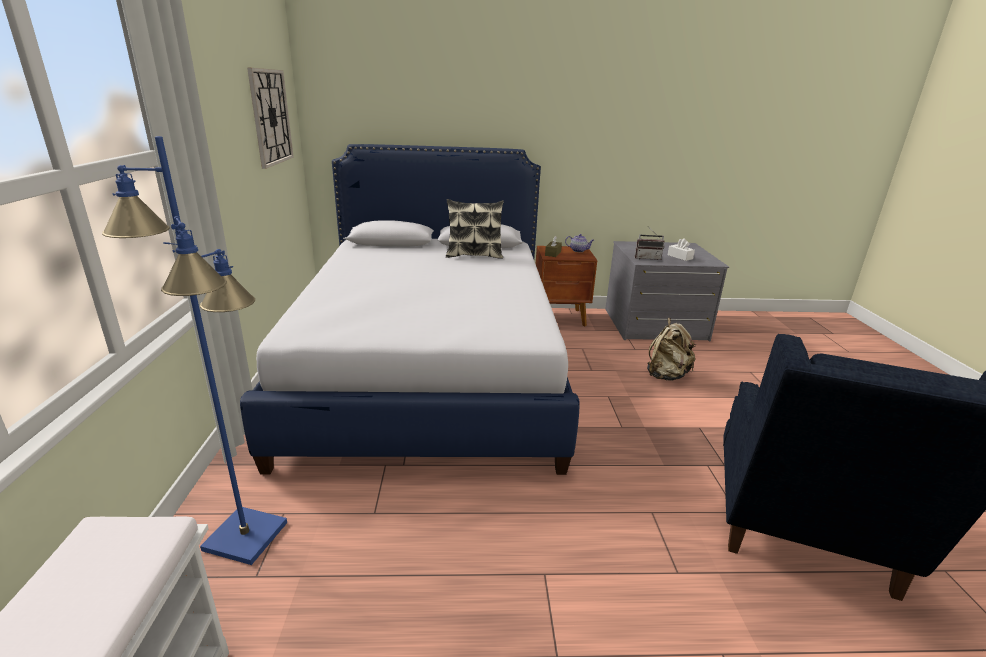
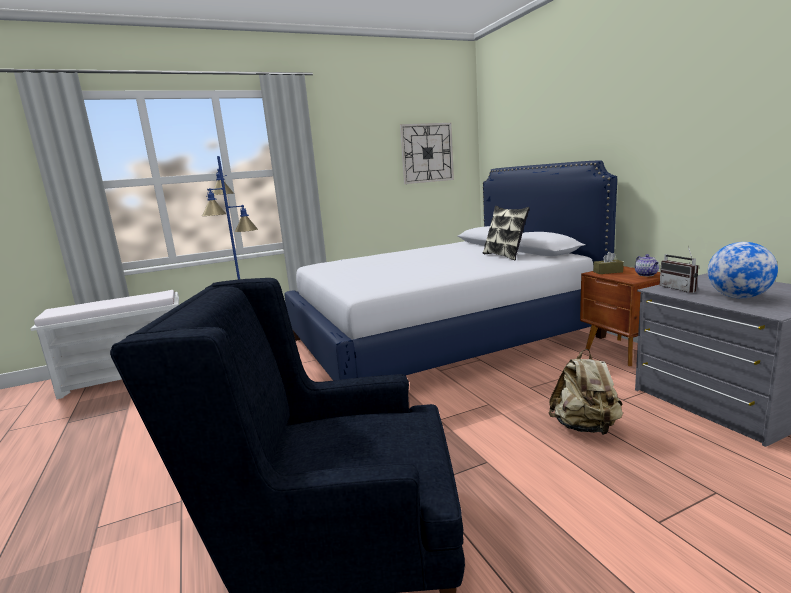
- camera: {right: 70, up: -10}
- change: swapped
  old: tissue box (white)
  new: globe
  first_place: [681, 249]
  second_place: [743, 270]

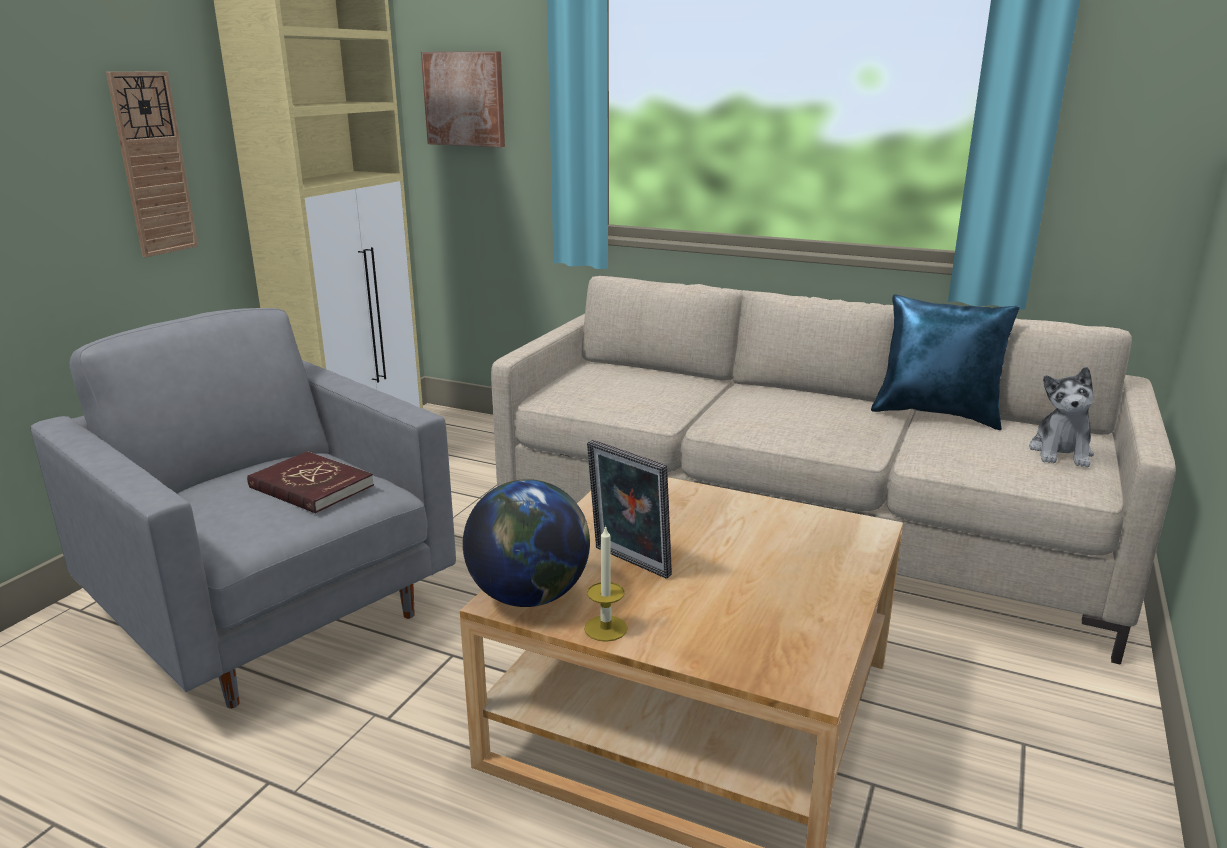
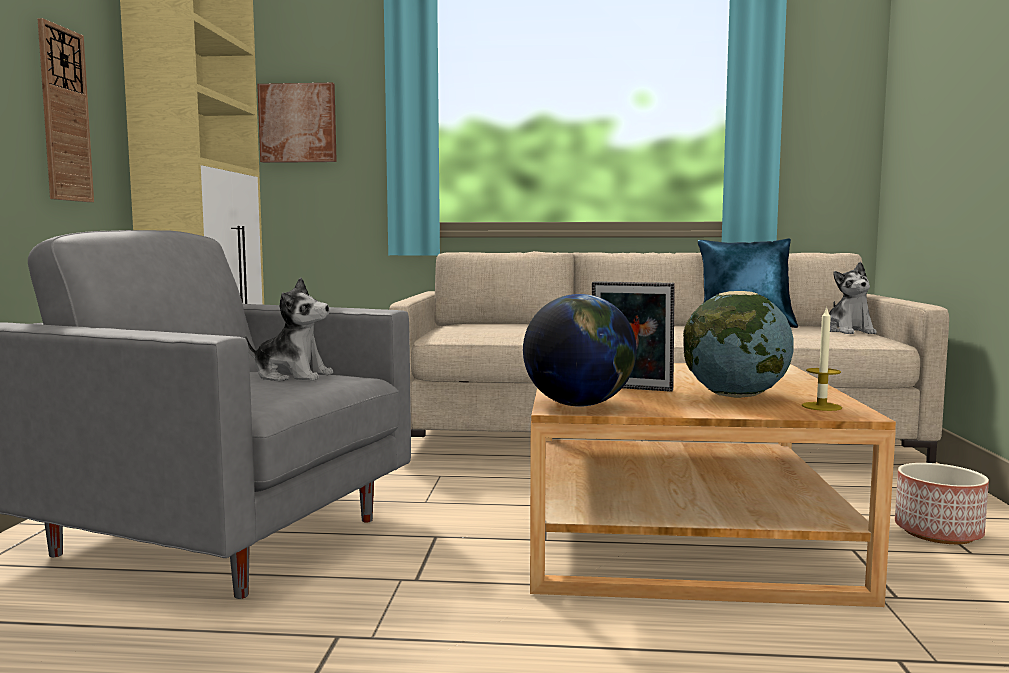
- camera: {right: -20, up: -15}
- change: swapped
  old: book (red)
  new: plush toy
  first_place: [310, 482]
  second_place: [289, 329]
- change: new
  new: globe
  second_place: [738, 344]
- change: shifted
  old: candle
  first_place: [606, 583]
  second_place: [822, 358]
- change: new
  new: planter
  second_place: [942, 503]

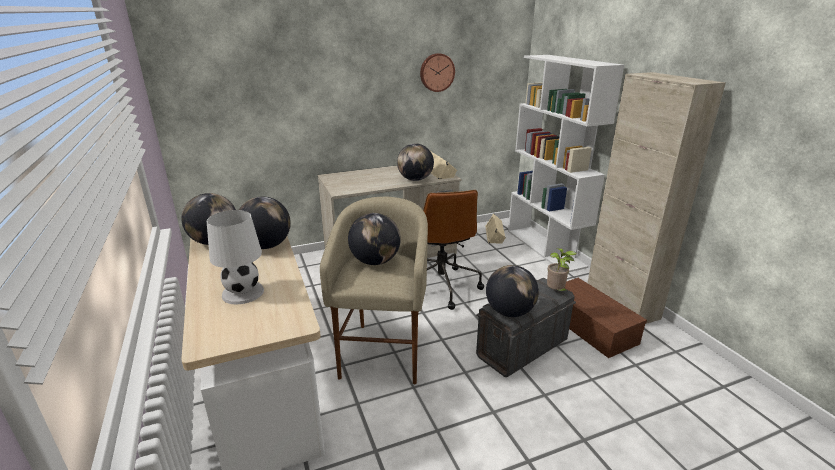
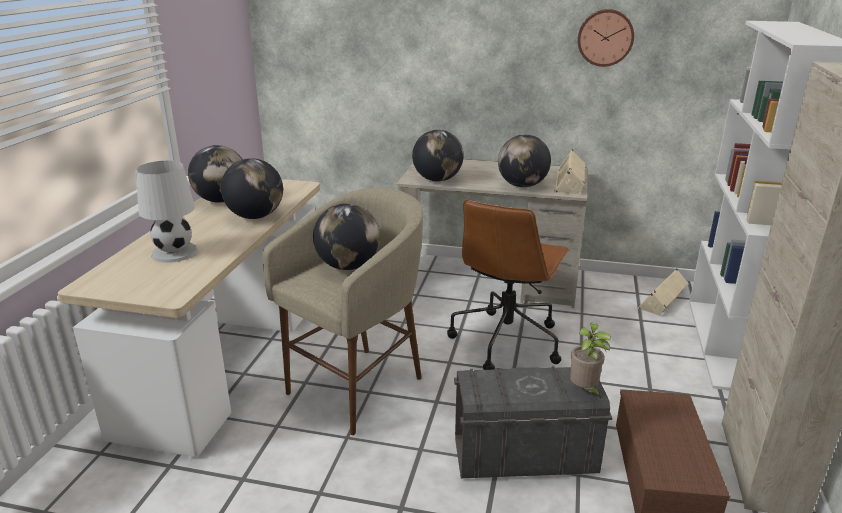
- camera: {right: 35, up: 0}
- change: shifted
  old: globe
  first_place: [512, 291]
  second_place: [438, 156]

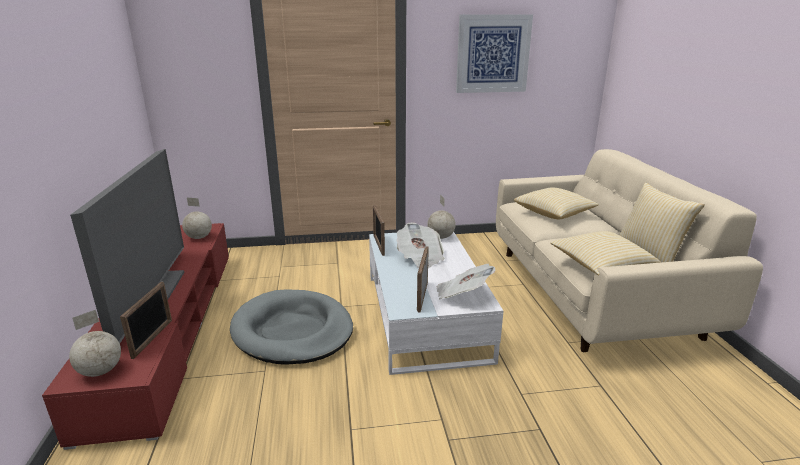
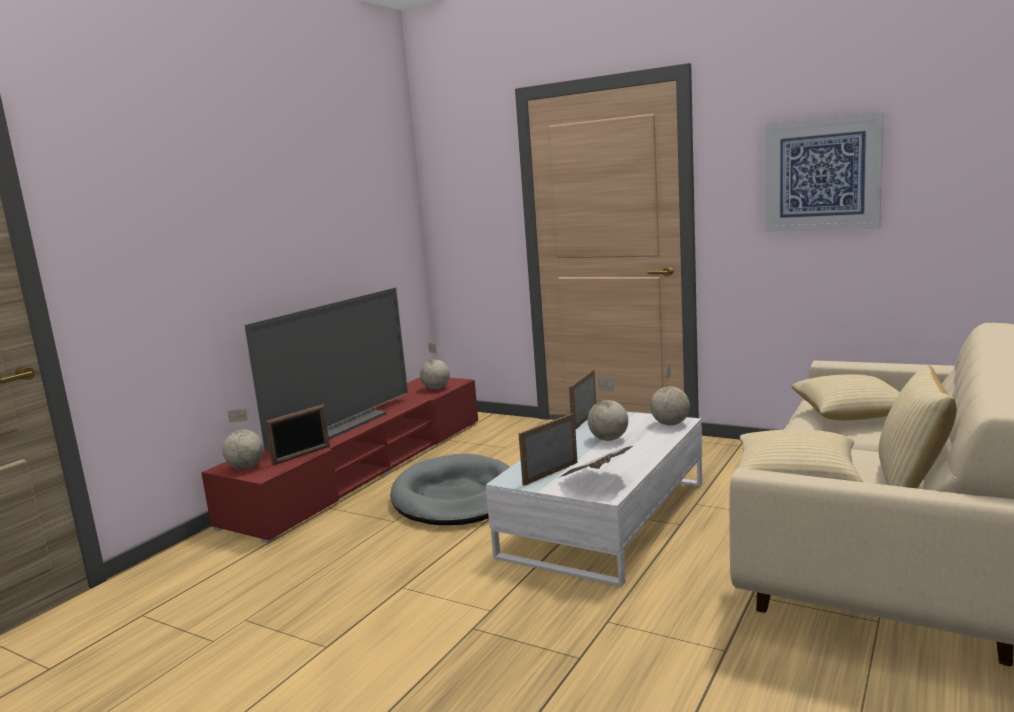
- camera: {right: 40, up: -10}
- change: swapped
  old: newspaper
  new: globe
  first_place: [421, 245]
  second_place: [608, 409]

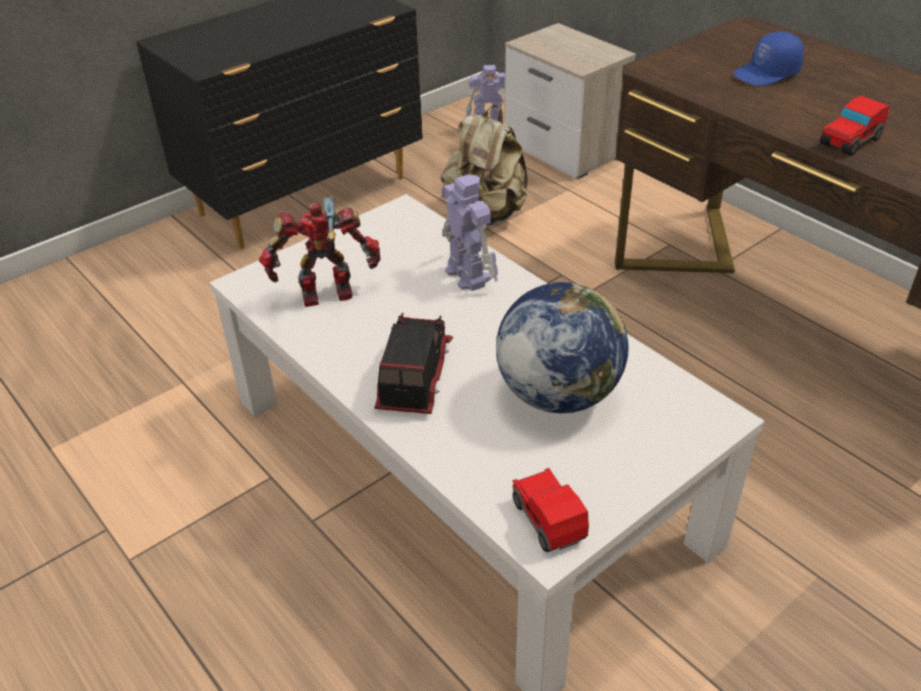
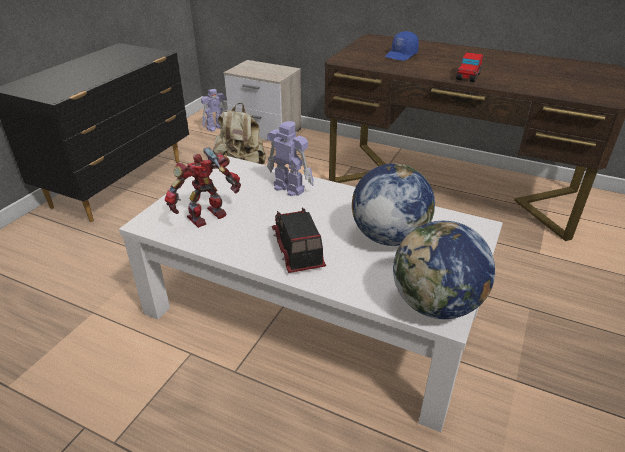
- camera: {right: -25, up: -5}
- change: swapped
  old: toy car
  new: globe
  first_place: [551, 510]
  second_place: [444, 270]

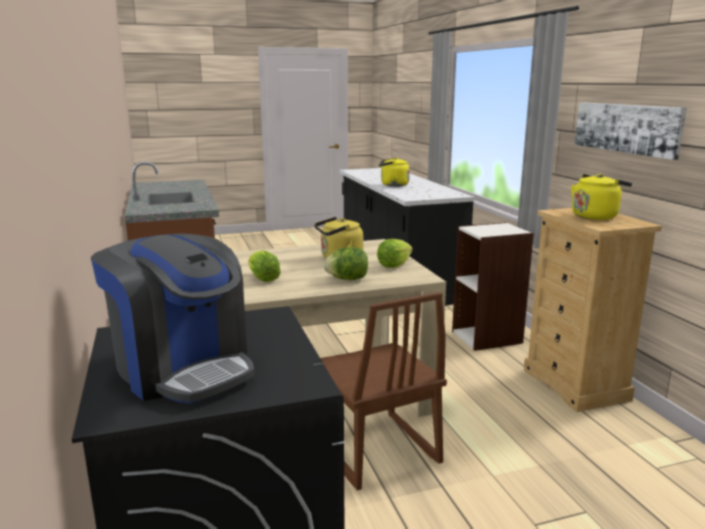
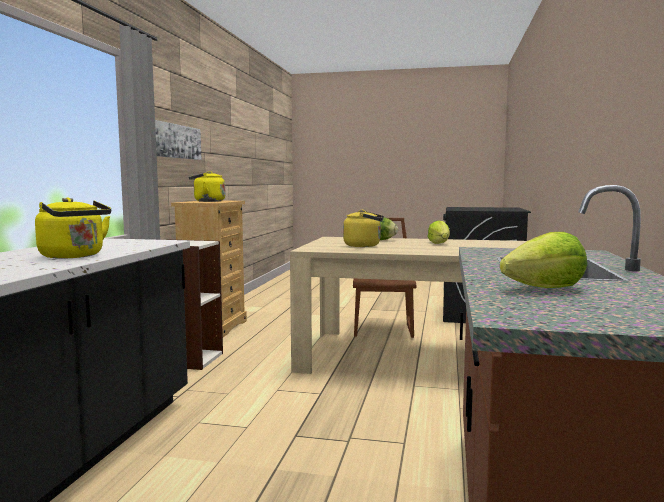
- camera: {right: -150, up: -10}
- change: shifted
  old: lettuce
  first_place: [395, 253]
  second_place: [543, 260]
- change: gone
  old: coffee machine
  first_place: [172, 319]

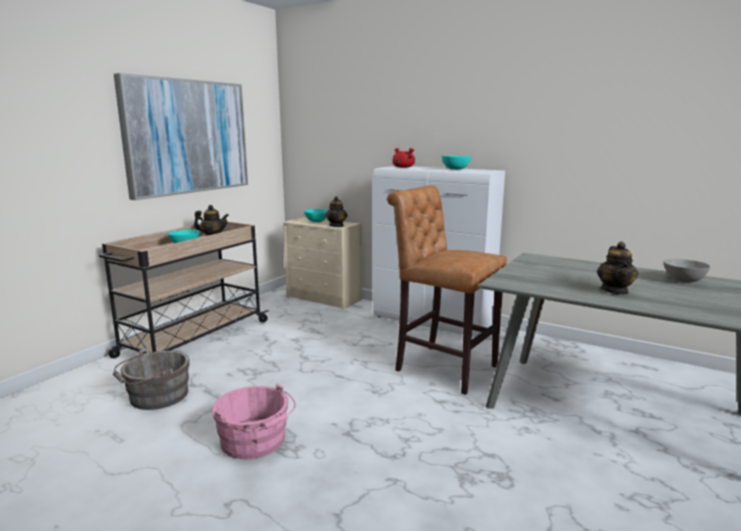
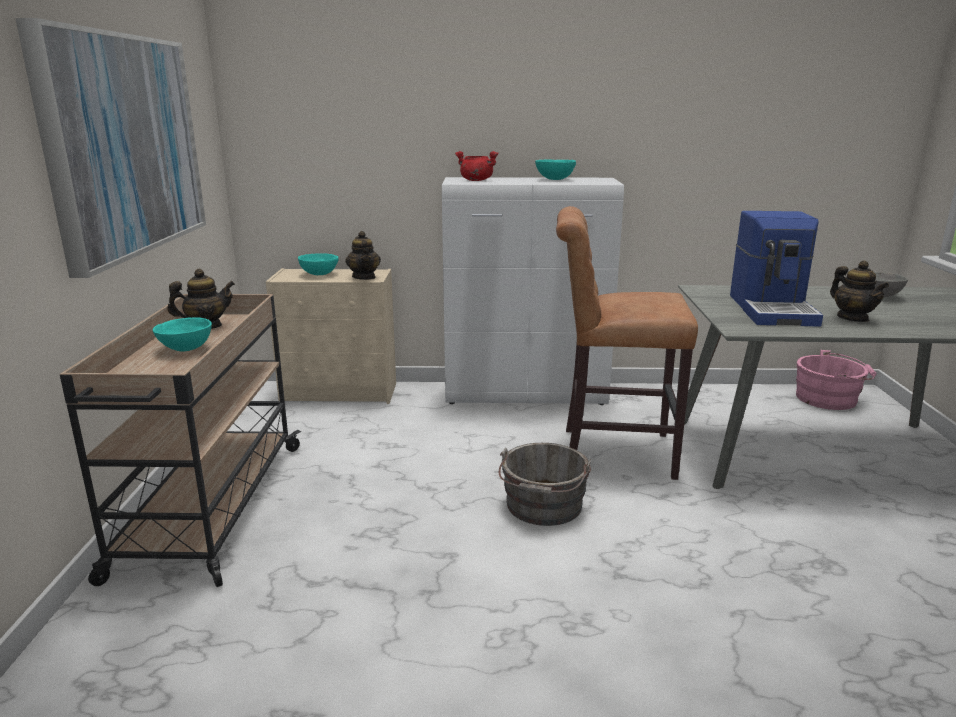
- camera: {right: -30, up: 5}
- change: shifted
  old: bucket (grey)
  first_place: [151, 379]
  second_place: [545, 484]
- change: new
  new: coffee machine
  second_place: [776, 269]
- change: shifted
  old: bucket (pink)
  first_place: [254, 421]
  second_place: [836, 380]

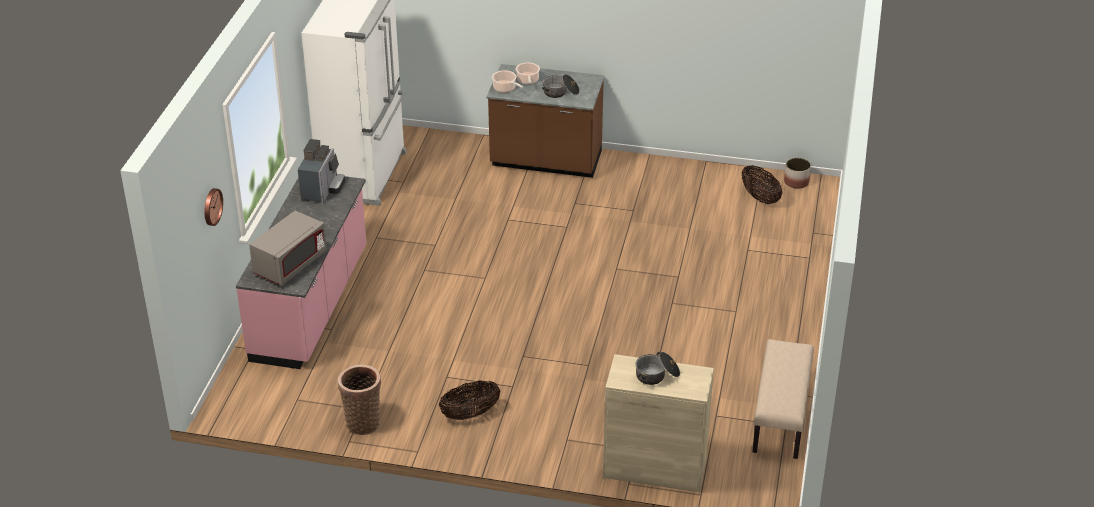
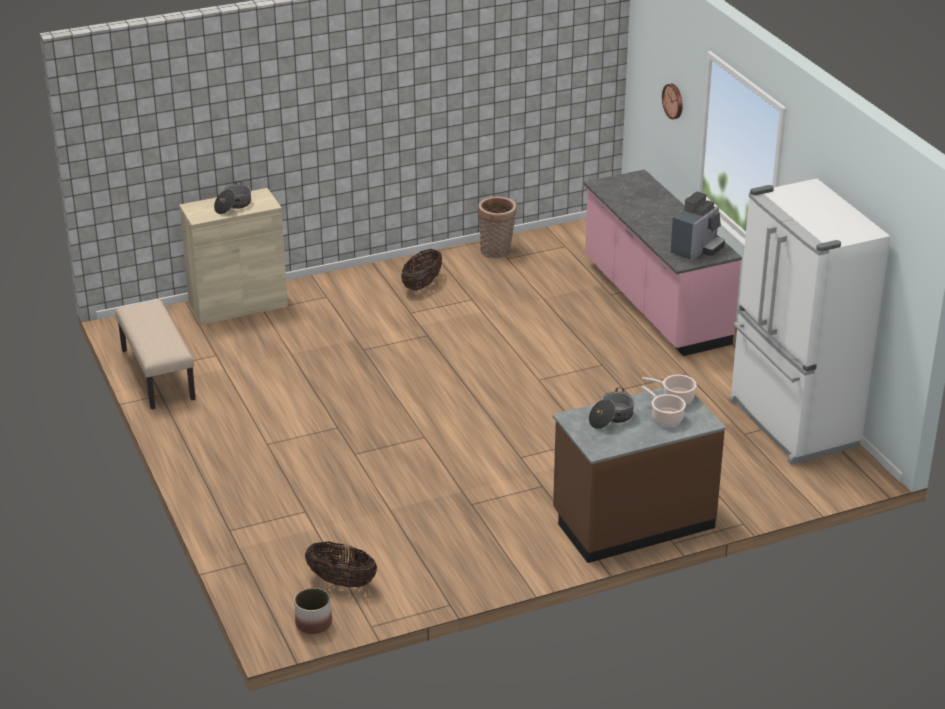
- camera: {right: 145, up: -5}
- change: rotated
  old: coffee machine
  first_place: [321, 171]
  second_place: [697, 226]
  degrees: -120
- change: gone
  old: microwave (grey)
  first_place: [288, 248]

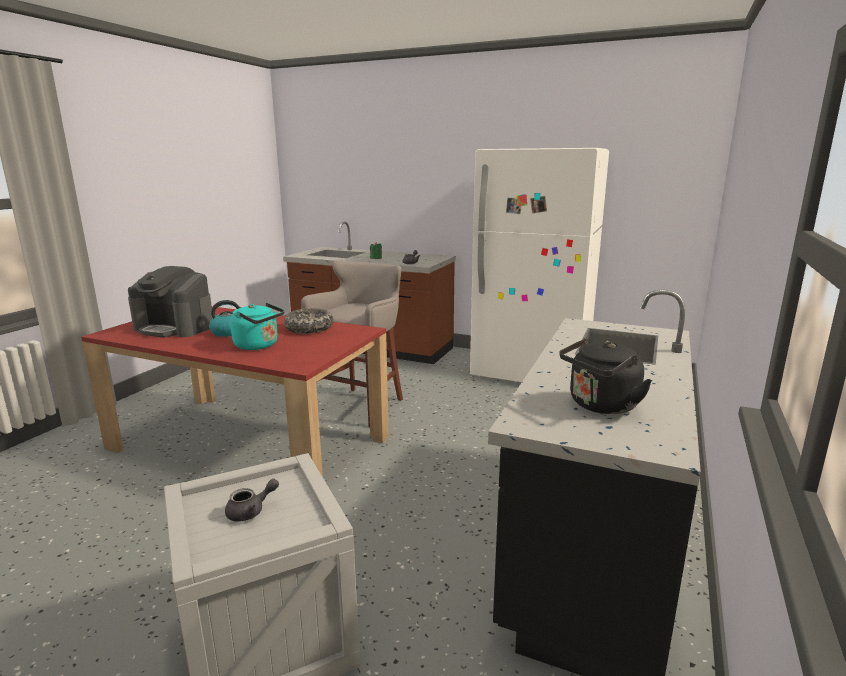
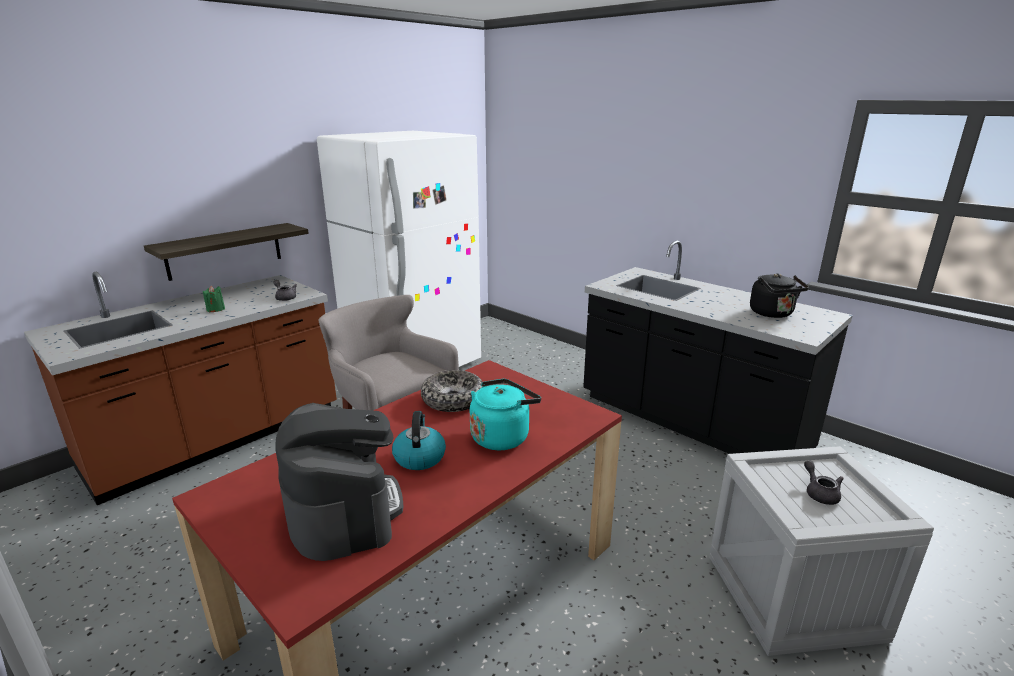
- camera: {right: -70, up: 5}
- change: new
  new: shelf
  second_place: [226, 252]
- change: rotated
  old: coffee machine
  first_place: [170, 302]
  second_place: [340, 482]
  degrees: -60

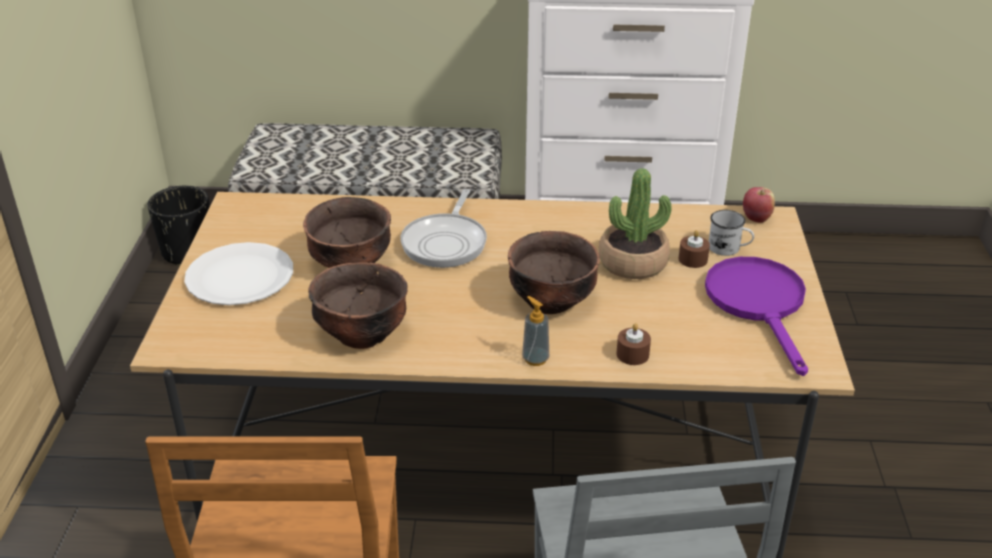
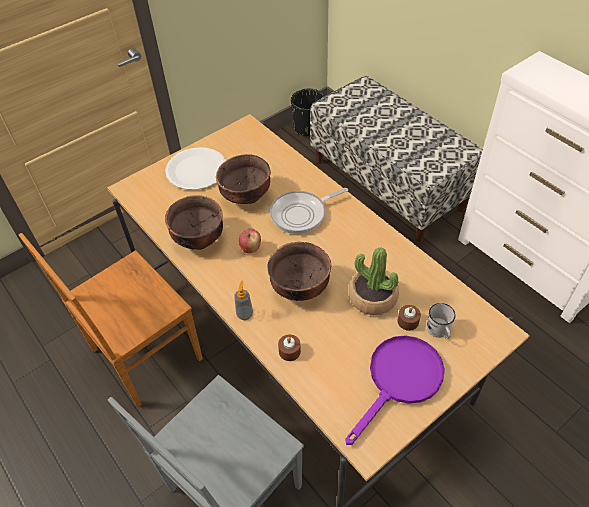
- camera: {right: 50, up: 15}
- change: shifted
  old: apple
  first_place: [759, 205]
  second_place: [250, 241]

